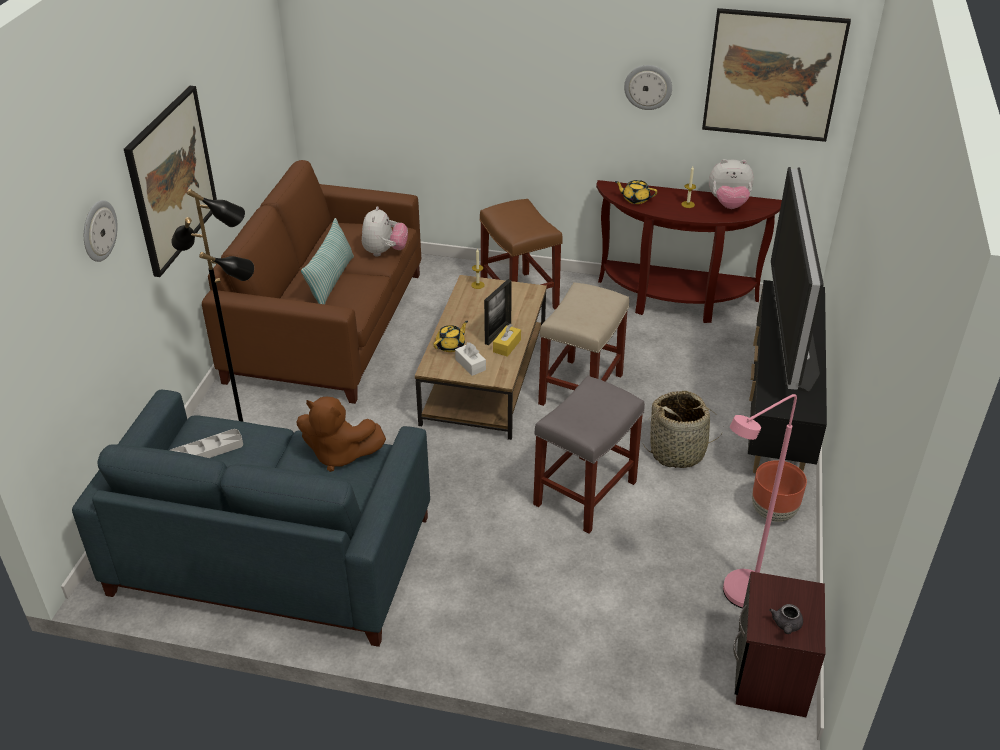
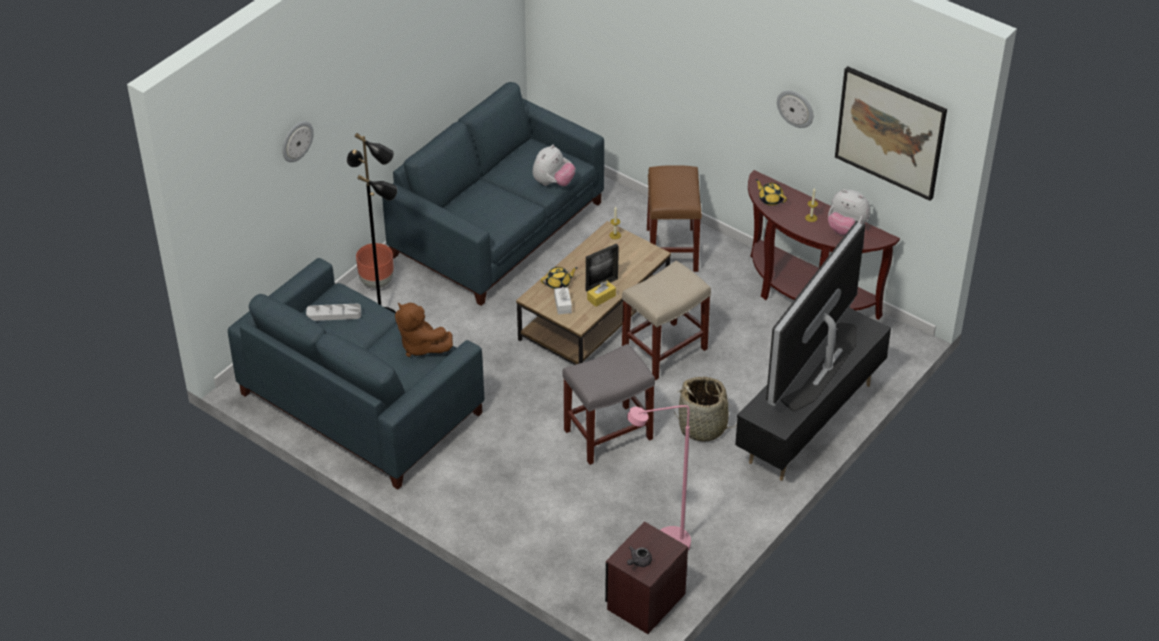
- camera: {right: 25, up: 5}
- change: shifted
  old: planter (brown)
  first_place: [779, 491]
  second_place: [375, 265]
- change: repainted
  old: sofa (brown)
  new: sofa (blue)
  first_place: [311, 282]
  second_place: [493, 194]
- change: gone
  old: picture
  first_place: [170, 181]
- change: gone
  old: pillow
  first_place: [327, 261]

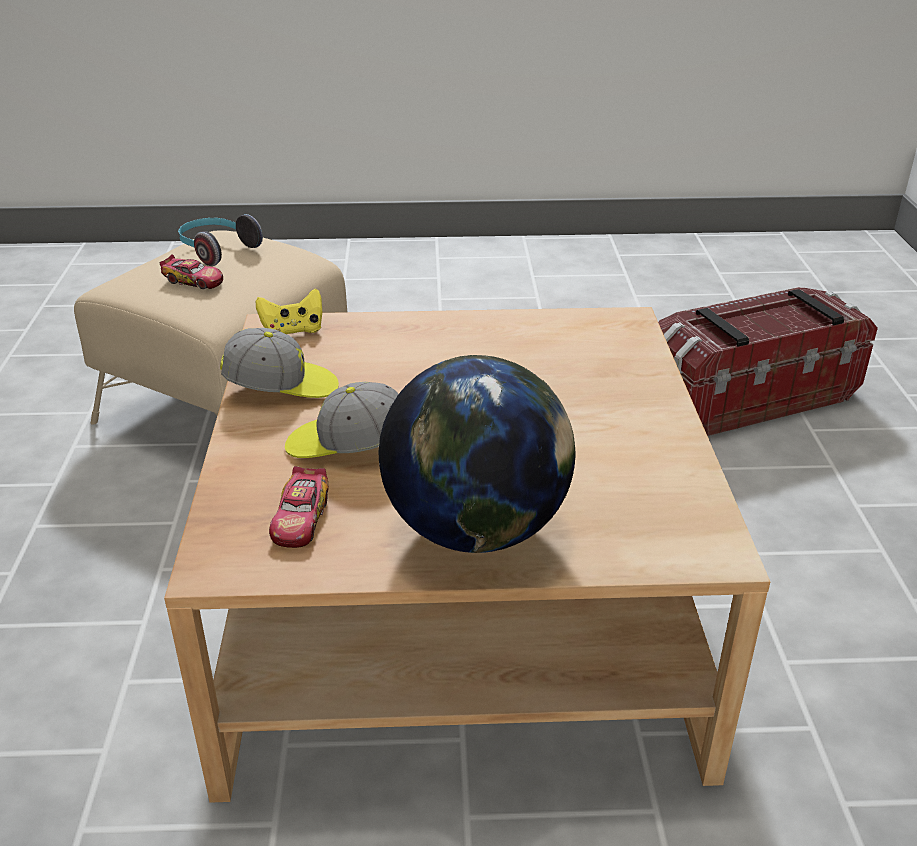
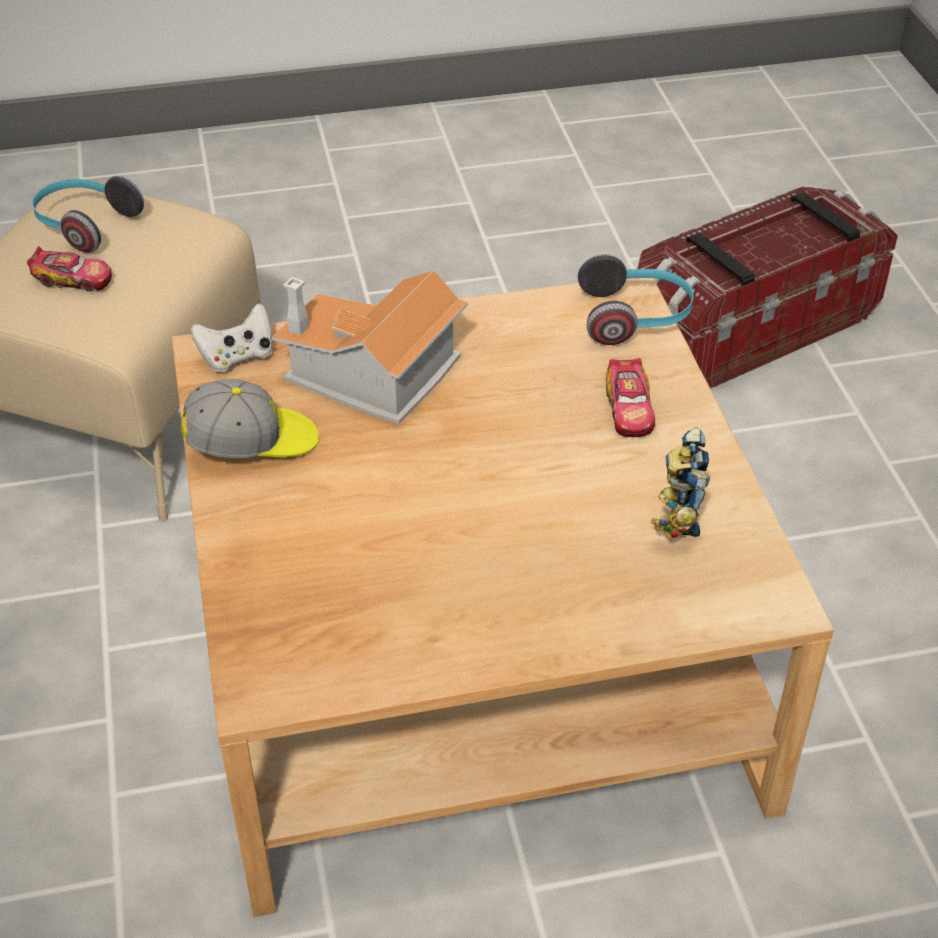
- camera: {right: -10, up: 10}
- change: repainted
  old: game controller (yellow)
  new: game controller (white)
  first_place: [289, 311]
  second_place: [231, 337]
- change: new
  new: toy house
  second_place: [370, 347]
- change: new
  new: headphones
  second_place: [636, 299]
- change: shifted
  old: toy car
  first_place: [298, 507]
  second_place: [630, 397]
- change: new
  new: toy robot
  second_place: [680, 483]
- change: gone
  old: cap
  first_place: [341, 420]
- change: gone
  old: globe
  first_place: [477, 454]

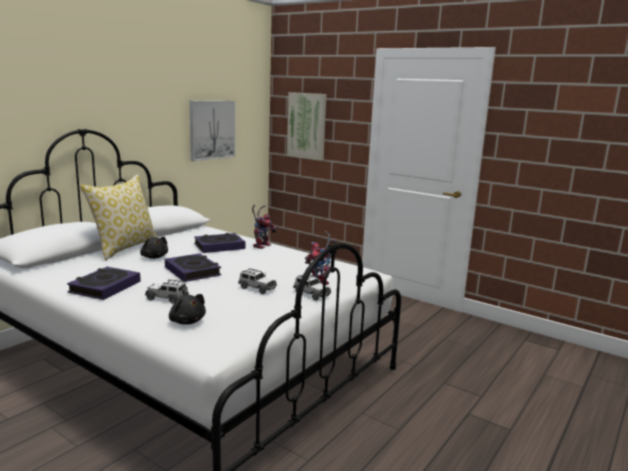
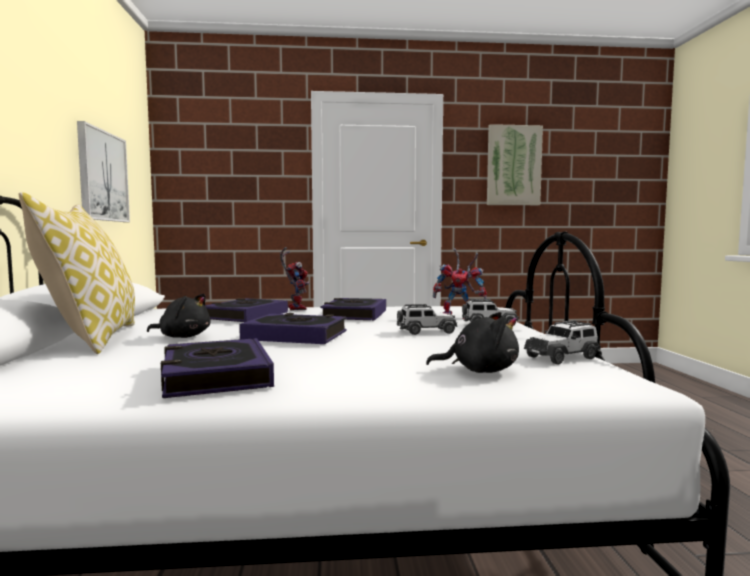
- camera: {right: -40, up: -10}
- change: new
  new: book
  second_place: [353, 309]
- change: shifted
  old: picture
  first_place: [307, 126]
  second_place: [515, 164]
- change: shifted
  old: toy car
  first_place: [167, 291]
  second_place: [562, 342]

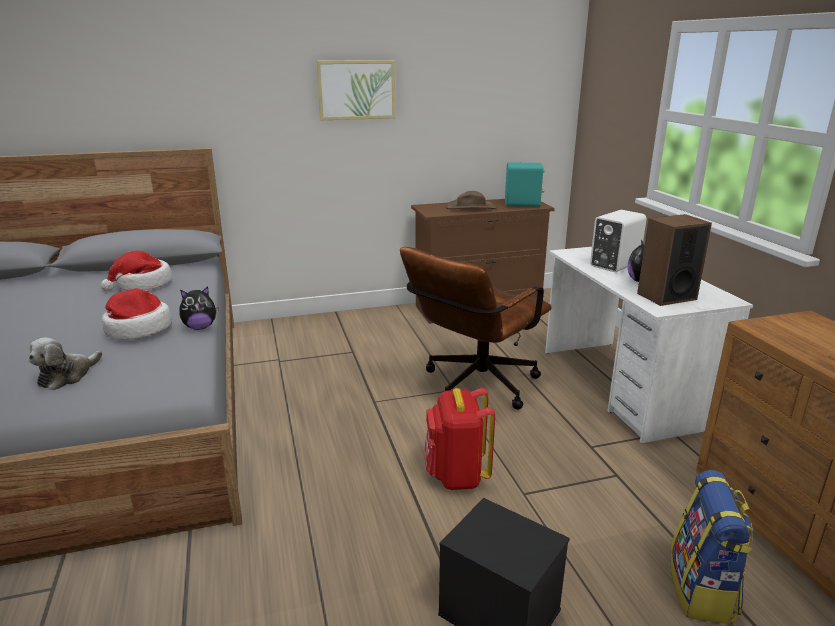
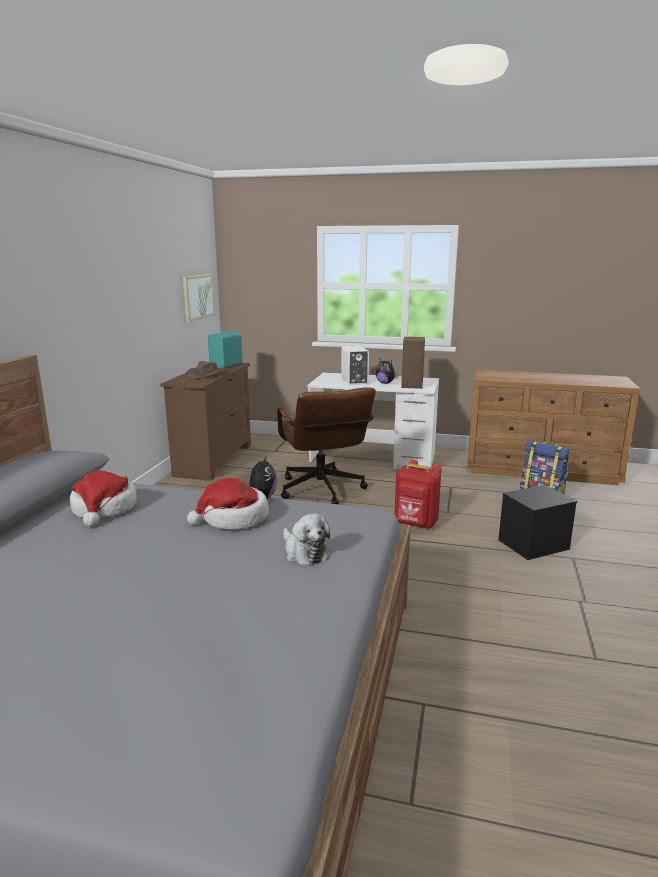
- camera: {right: -60, up: -5}
- change: shifted
  old: picture
  first_place: [355, 90]
  second_place: [199, 298]

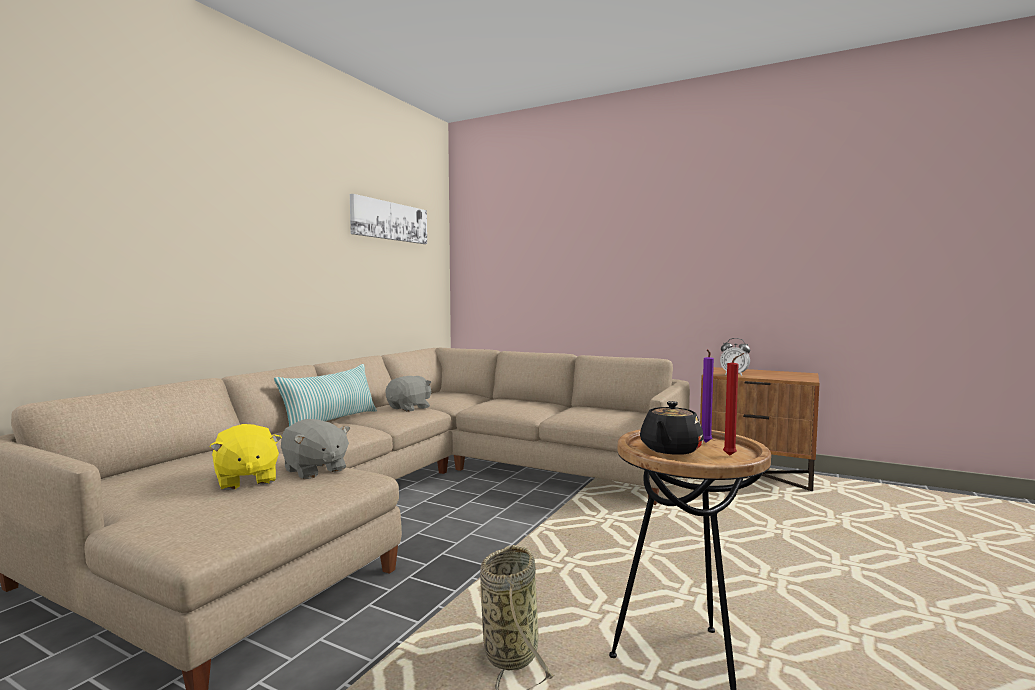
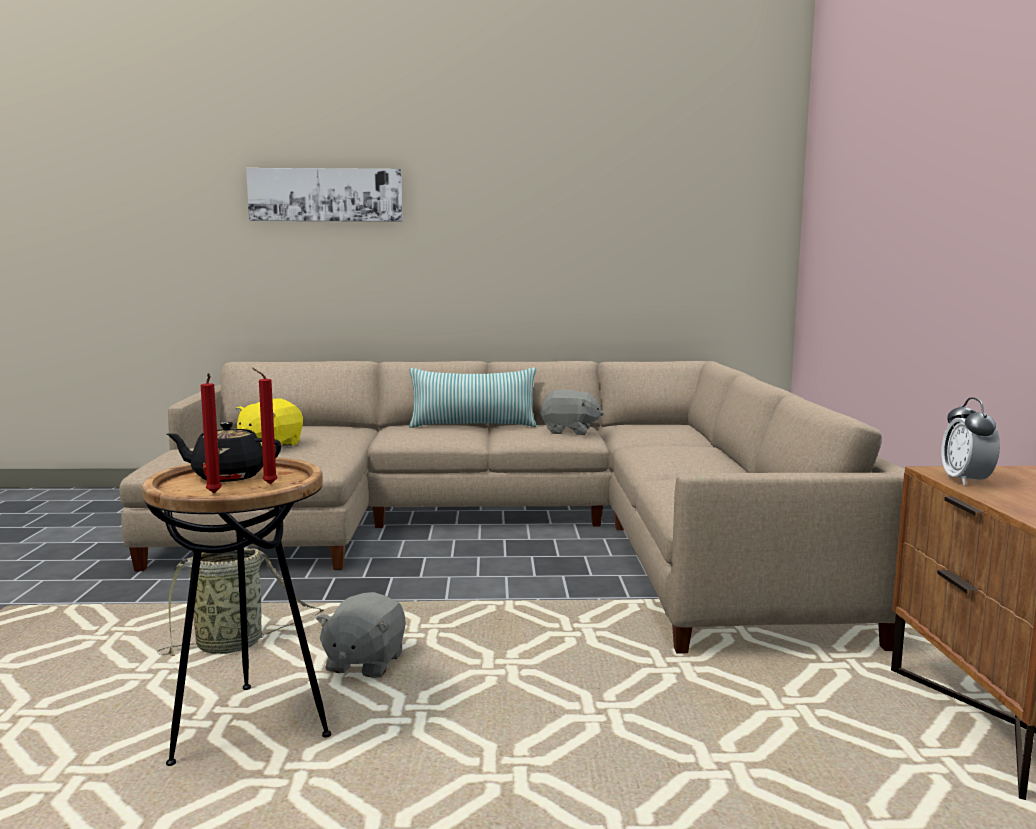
- camera: {right: 60, up: 5}
- change: shifted
  old: picture
  first_place: [388, 219]
  second_place: [324, 195]
- change: repainted
  old: candle (purple)
  new: candle (red)
  first_place: [708, 396]
  second_place: [265, 426]
- change: shifted
  old: plush toy (grey)
  first_place: [316, 449]
  second_place: [361, 635]

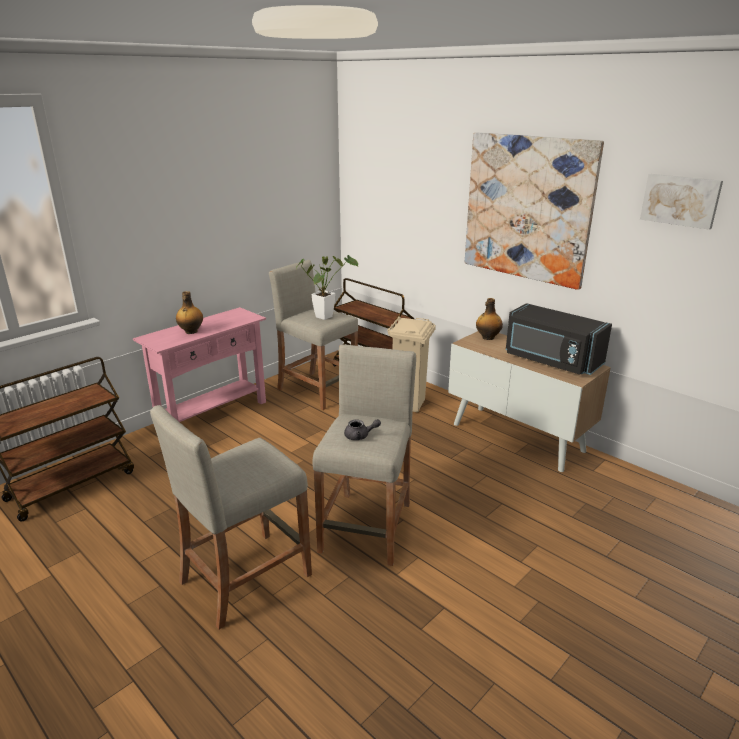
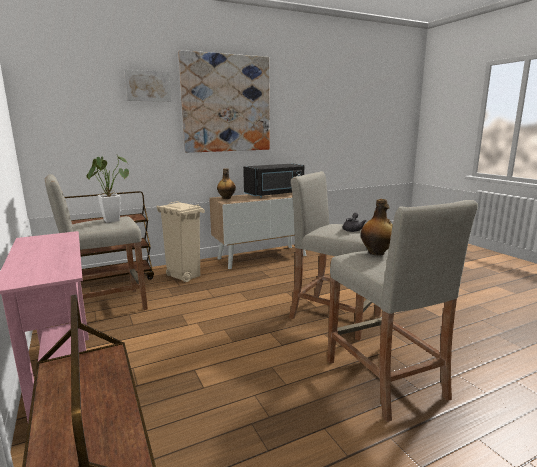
- camera: {right: -70, up: -10}
- change: shifted
  old: picture
  first_place: [681, 202]
  second_place: [147, 86]
- change: shifted
  old: bottle
  first_place: [189, 312]
  second_place: [377, 227]

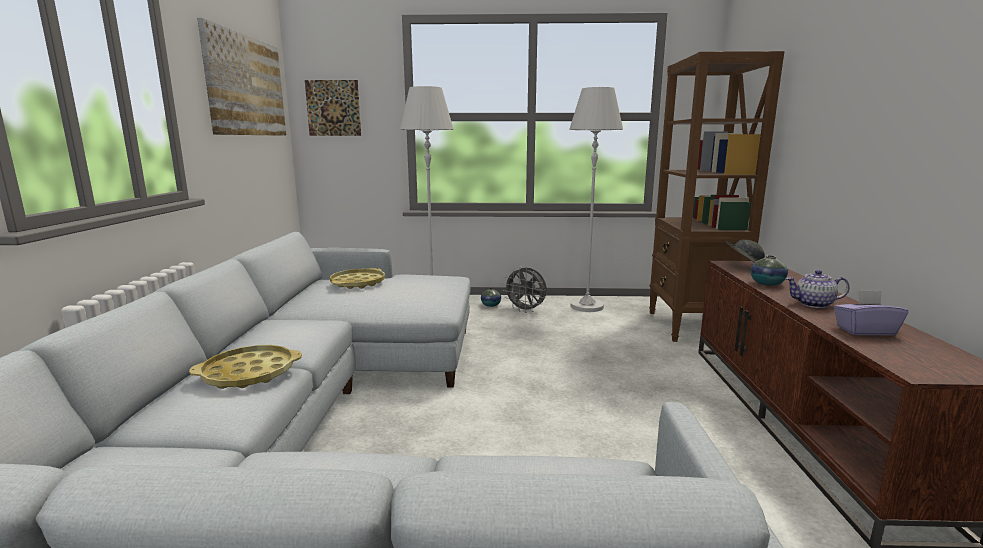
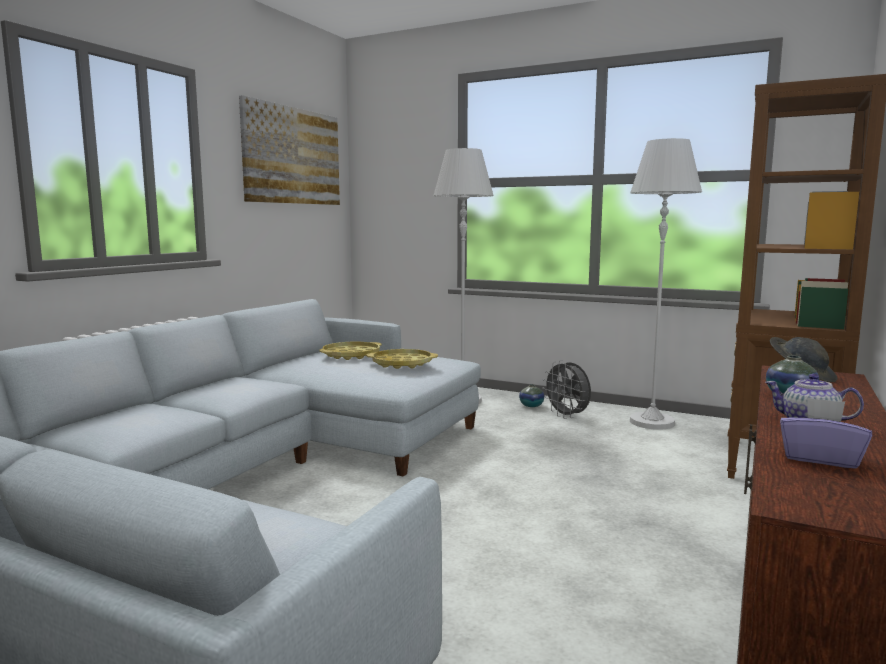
- camera: {right: 25, up: -5}
- change: shifted
  old: tray (yellow)
  first_place: [245, 367]
  second_place: [402, 359]
- change: gone
  old: picture
  first_place: [333, 108]

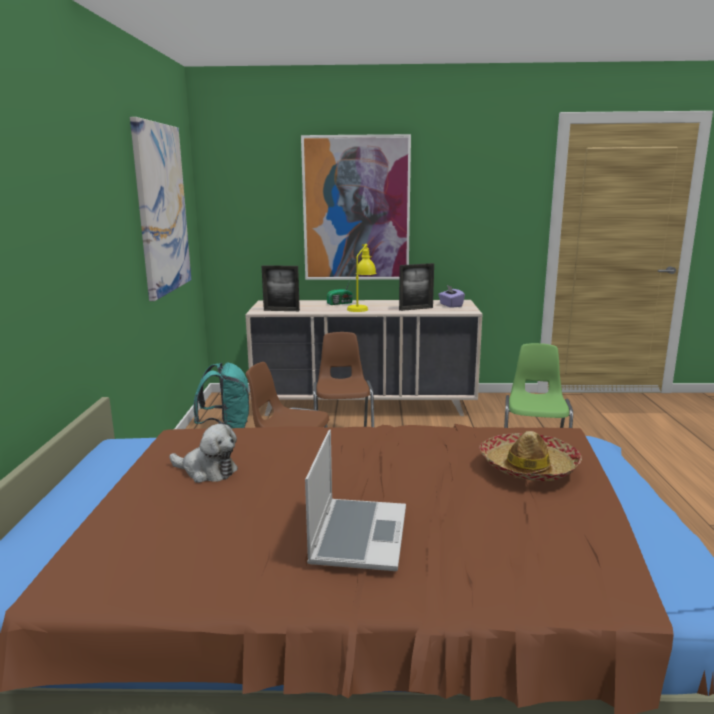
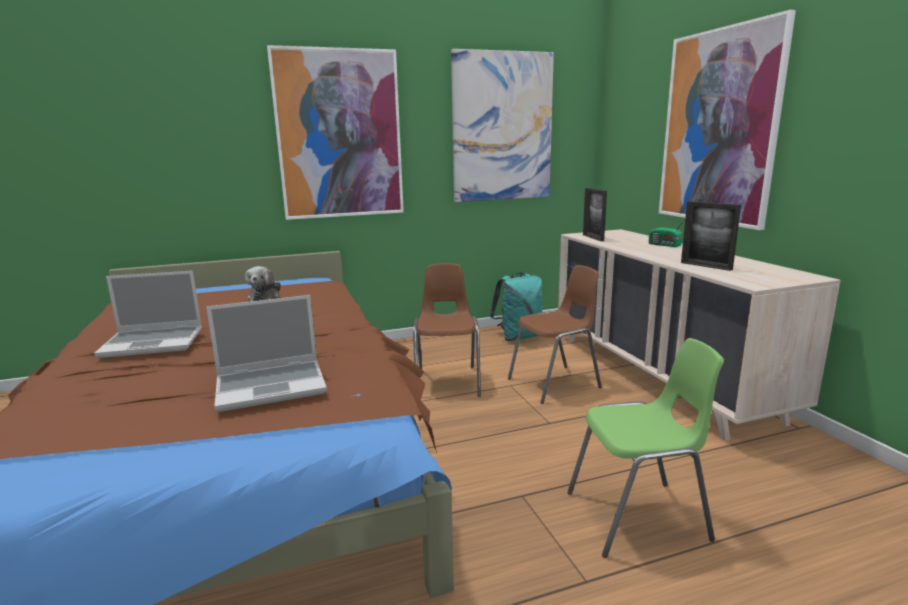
- camera: {right: 70, up: 0}
- change: swapped
  old: hat
  new: laptop
  first_place: [531, 456]
  second_place: [266, 353]
- change: new
  new: picture
  second_place: [335, 132]
- change: gone
  old: table lamp (yellow)
  first_place: [361, 278]
- change: gone
  old: tissue box (purple)
  first_place: [451, 296]

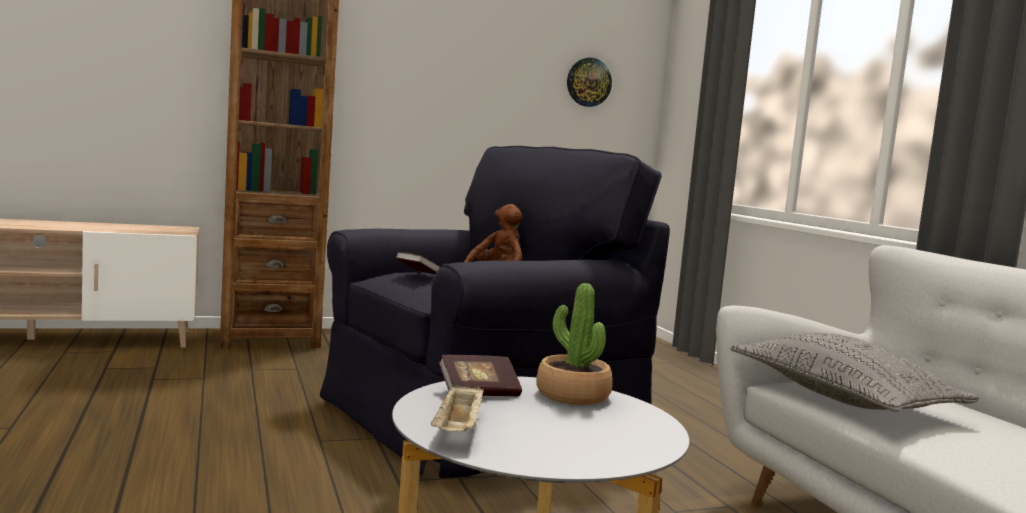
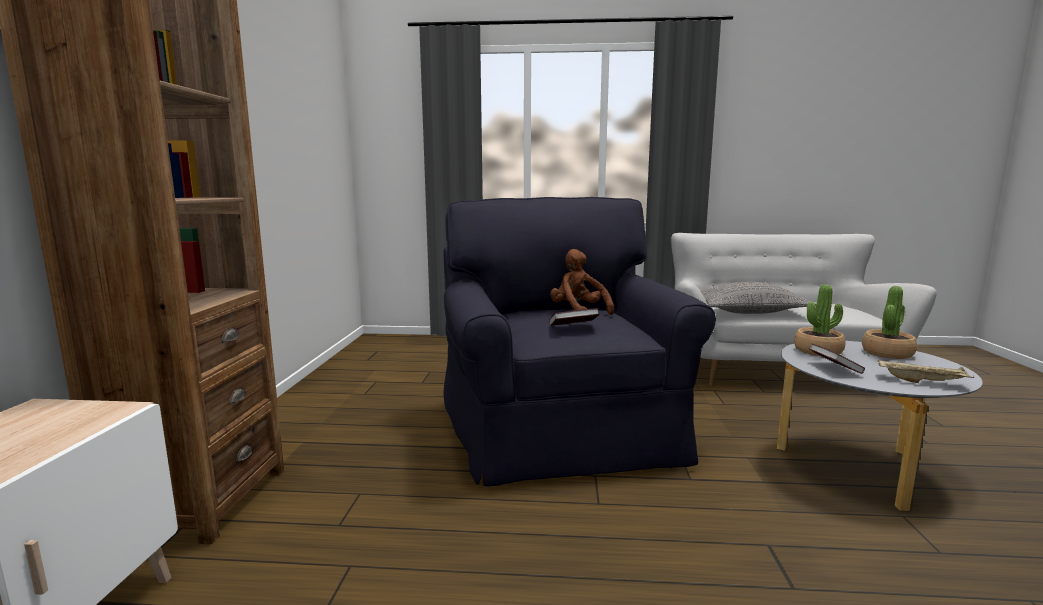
- camera: {right: -65, up: 5}
- change: new
  new: potted plant
  second_place: [889, 322]
- change: gone
  old: wall clock
  first_place: [589, 82]

